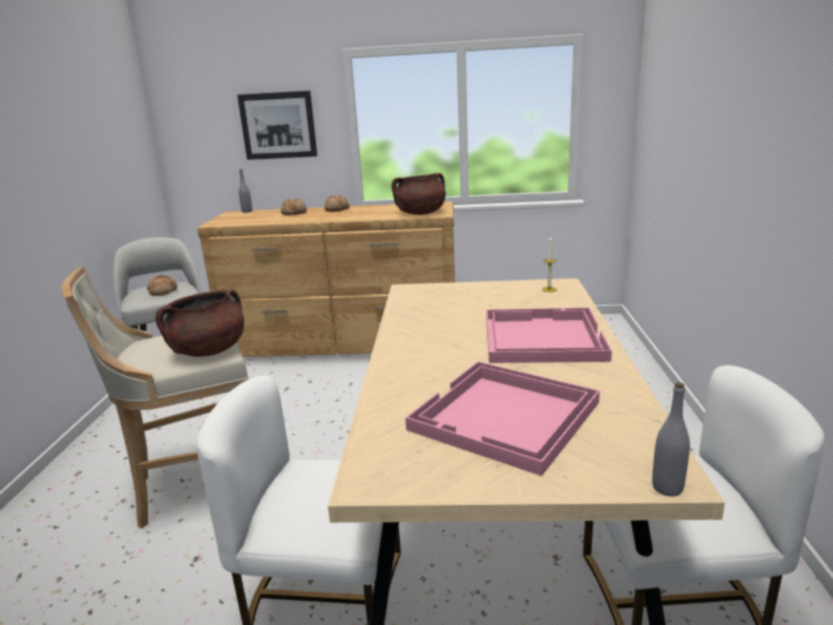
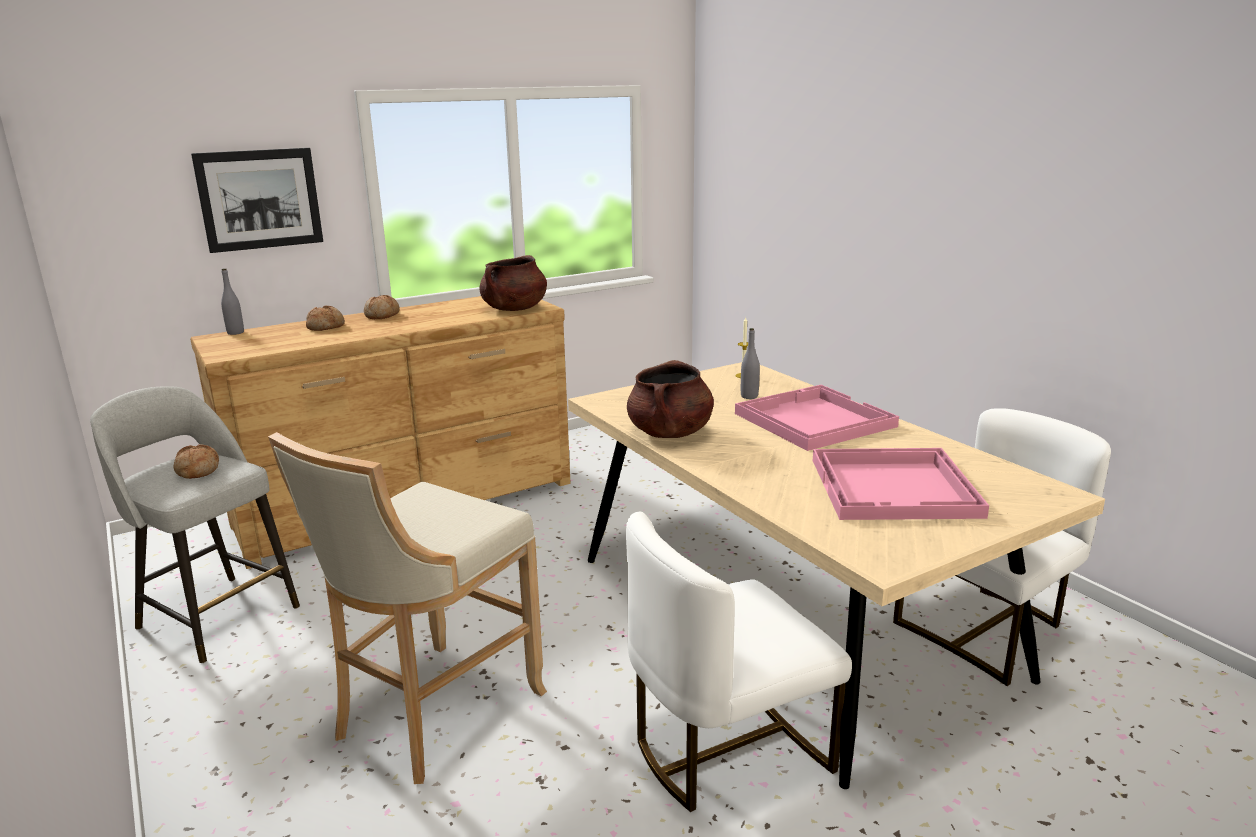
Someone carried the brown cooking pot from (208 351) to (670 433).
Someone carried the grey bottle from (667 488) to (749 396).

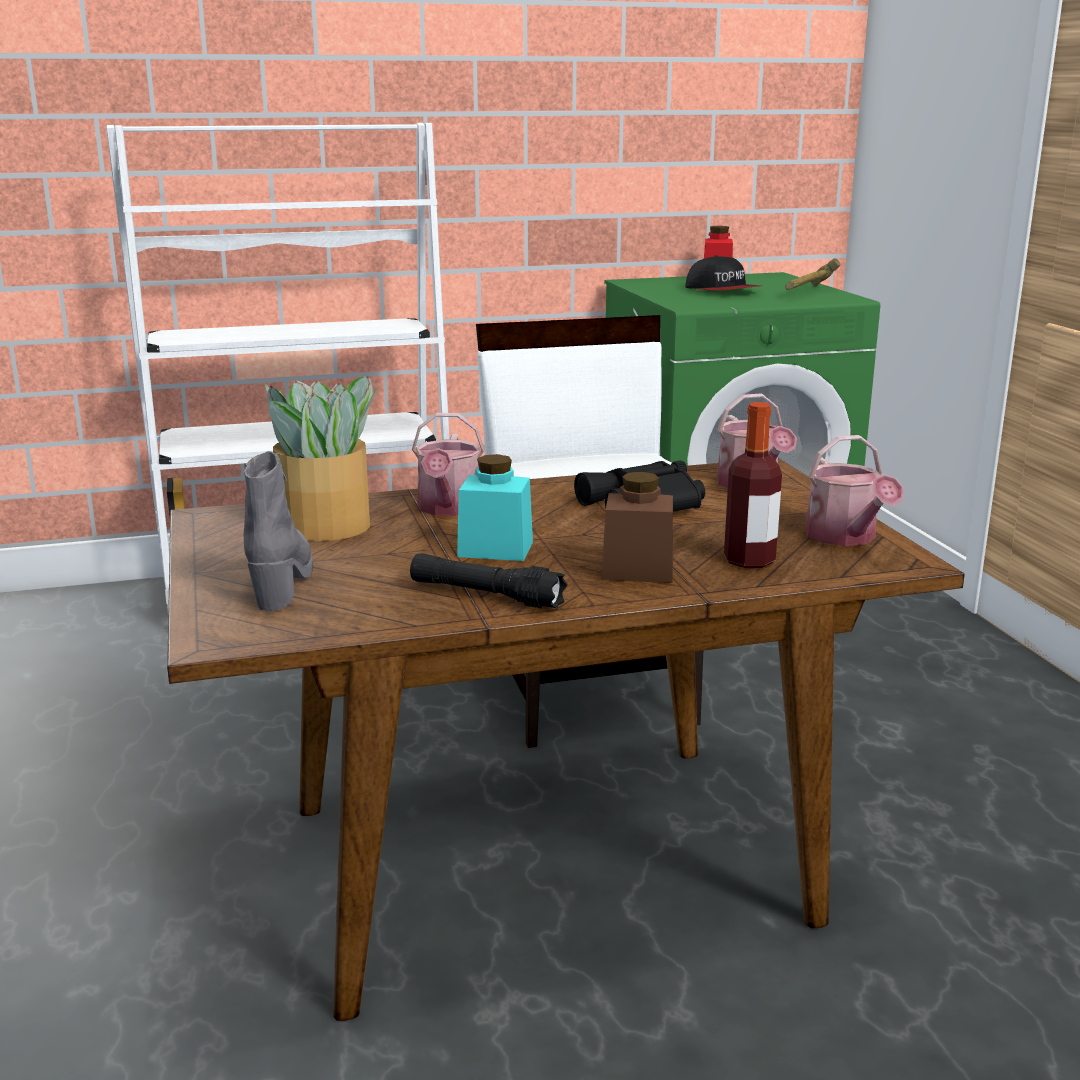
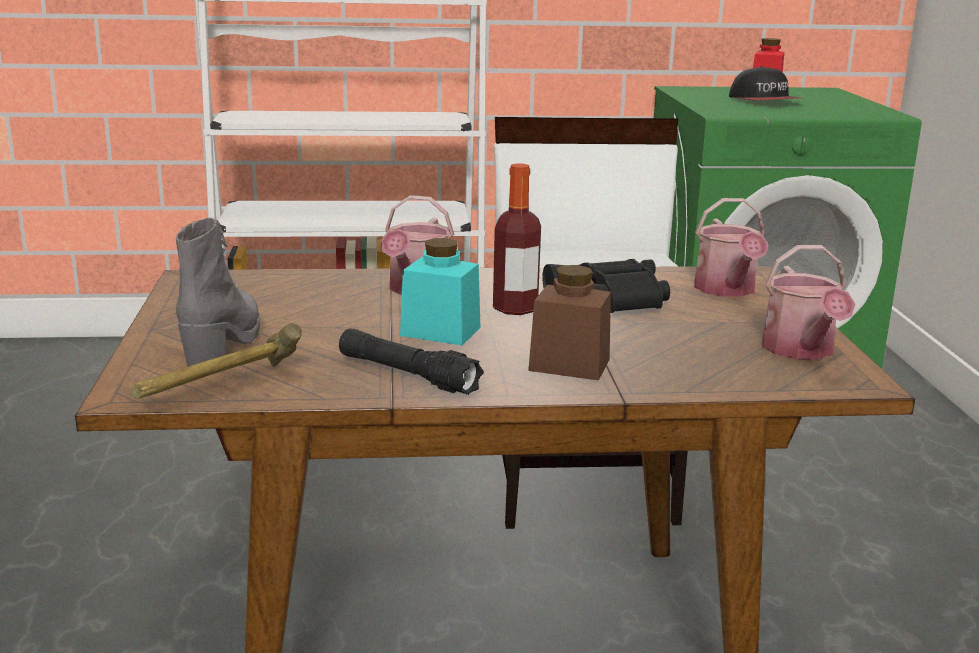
Someone carried the hammer from (807 292) to (220 390).
Someone took away the potted plant at (327 527).
Someone carried the bottle from (749 561) to (515 308).

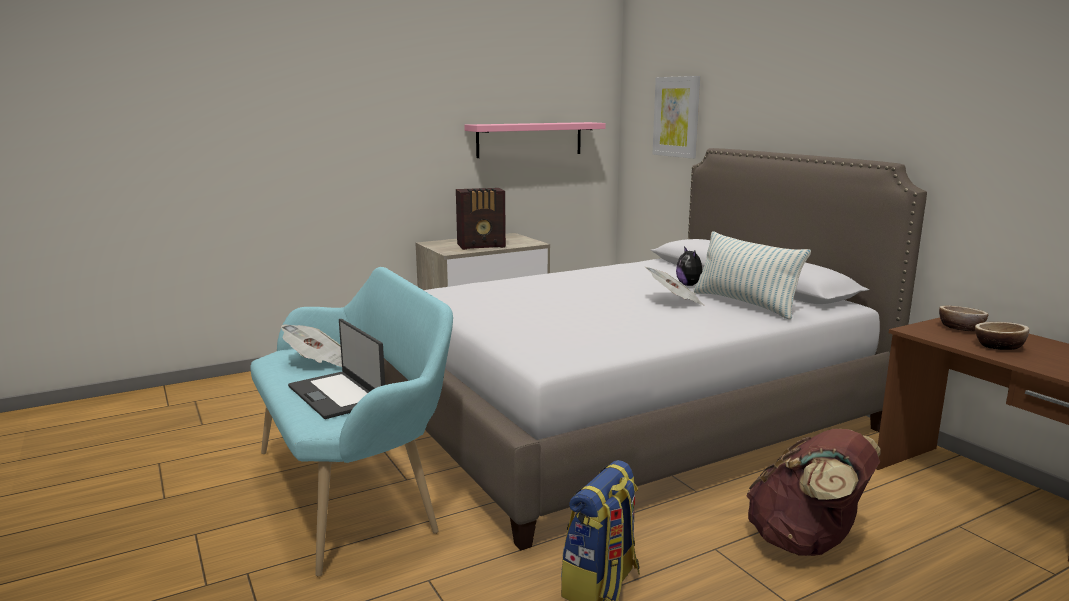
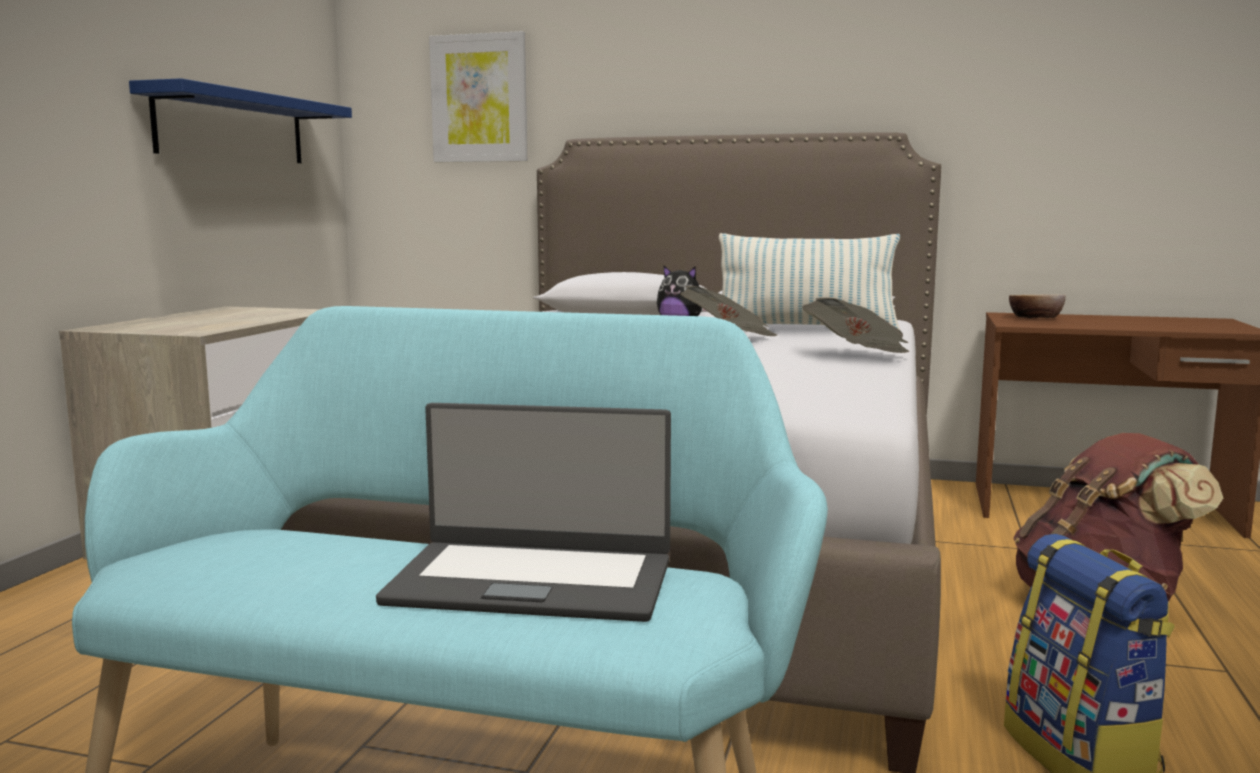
Someone repainted the pink shelf at (530 139), which became the blue shelf at (232 127).
Someone took away the radio at (482 246).
Someone took away the bowl at (999 347).
Someone carried the newspaper from (318 363) to (858 356).

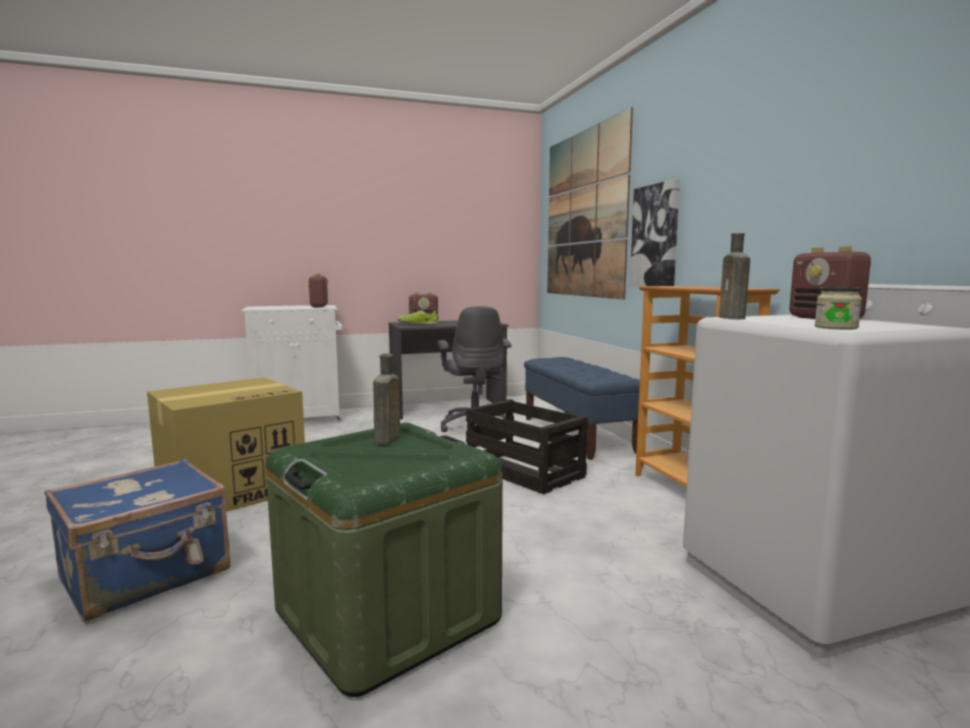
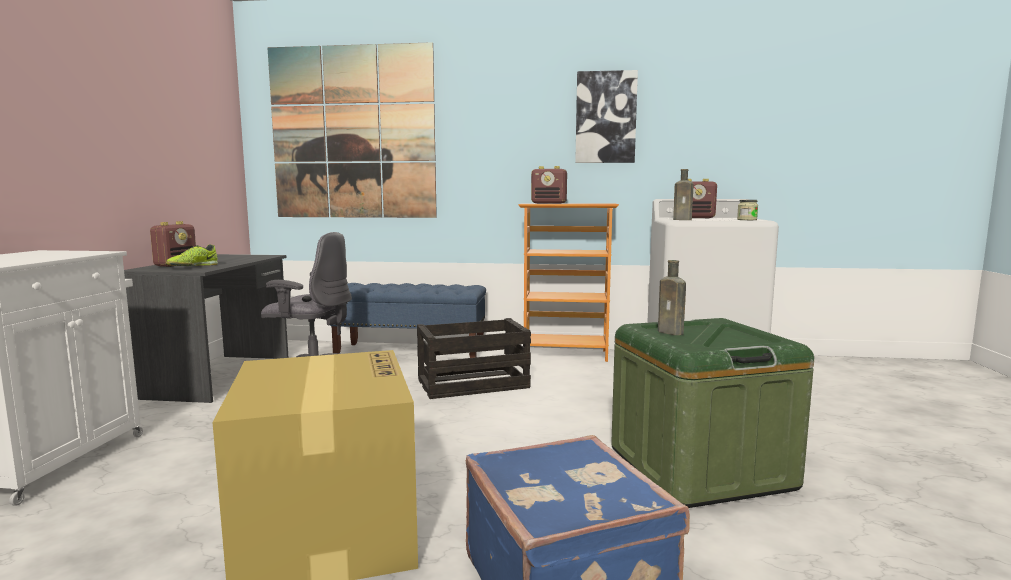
Someone carried the picture from (656 236) to (605 117).
Someone carried the radio from (319 306) to (549 203).

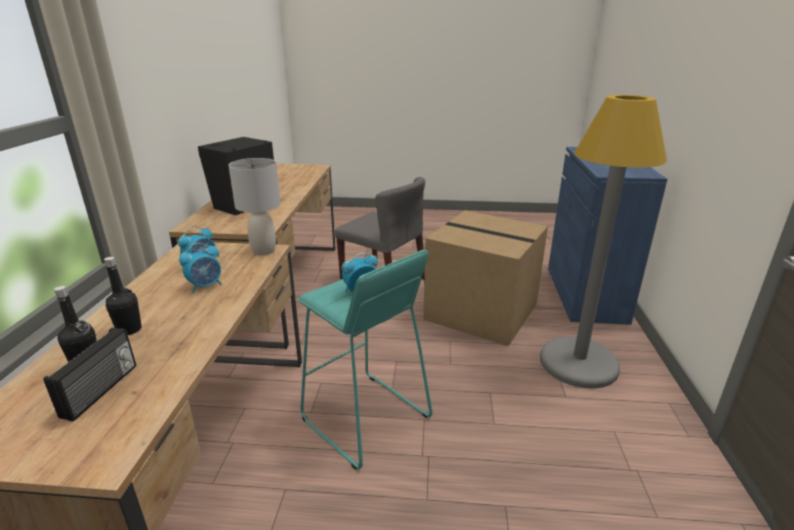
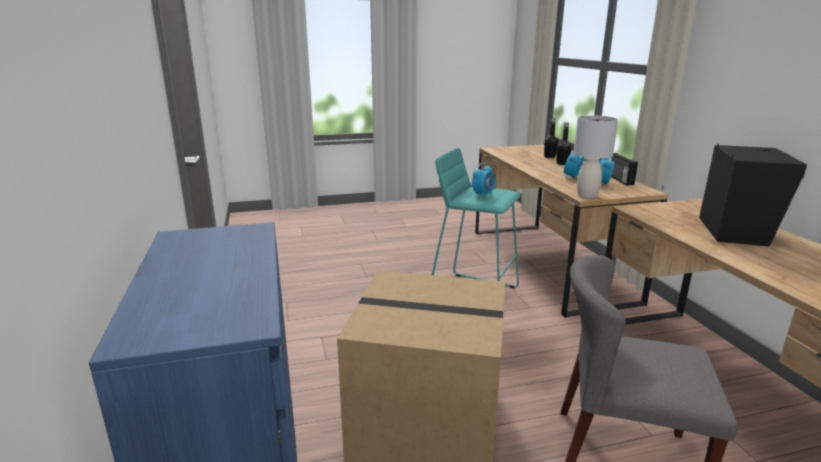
Someone took away the grey floor lamp at (578 363).
Someone carried the radio from (102 390) to (619 179).

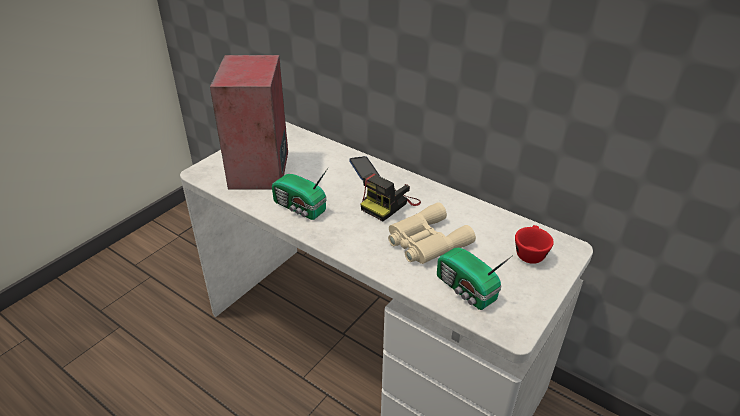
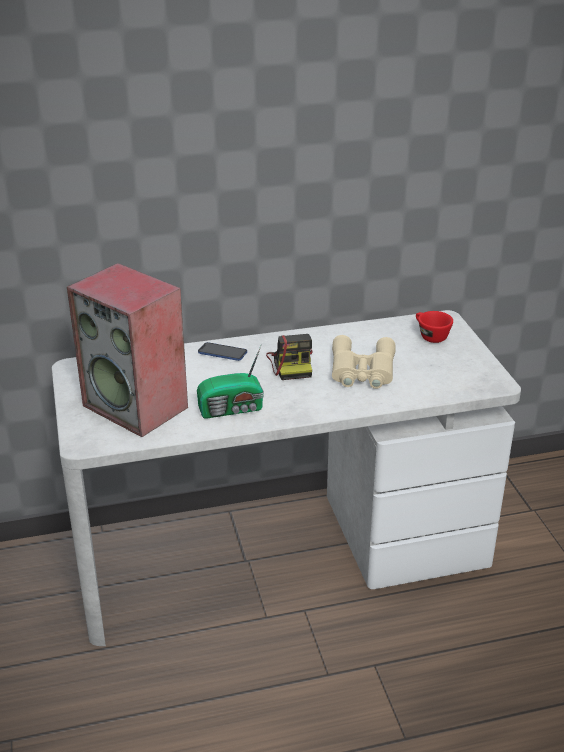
Someone took away the radio at (466 290).

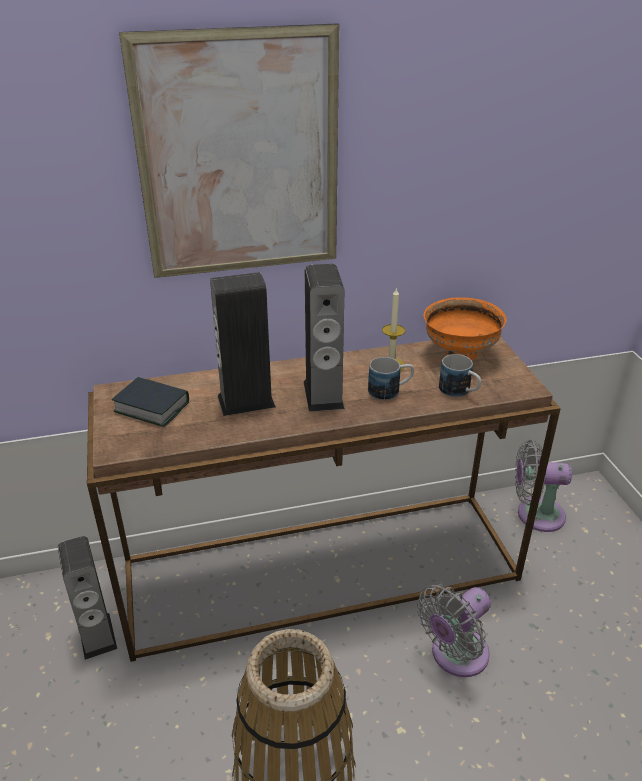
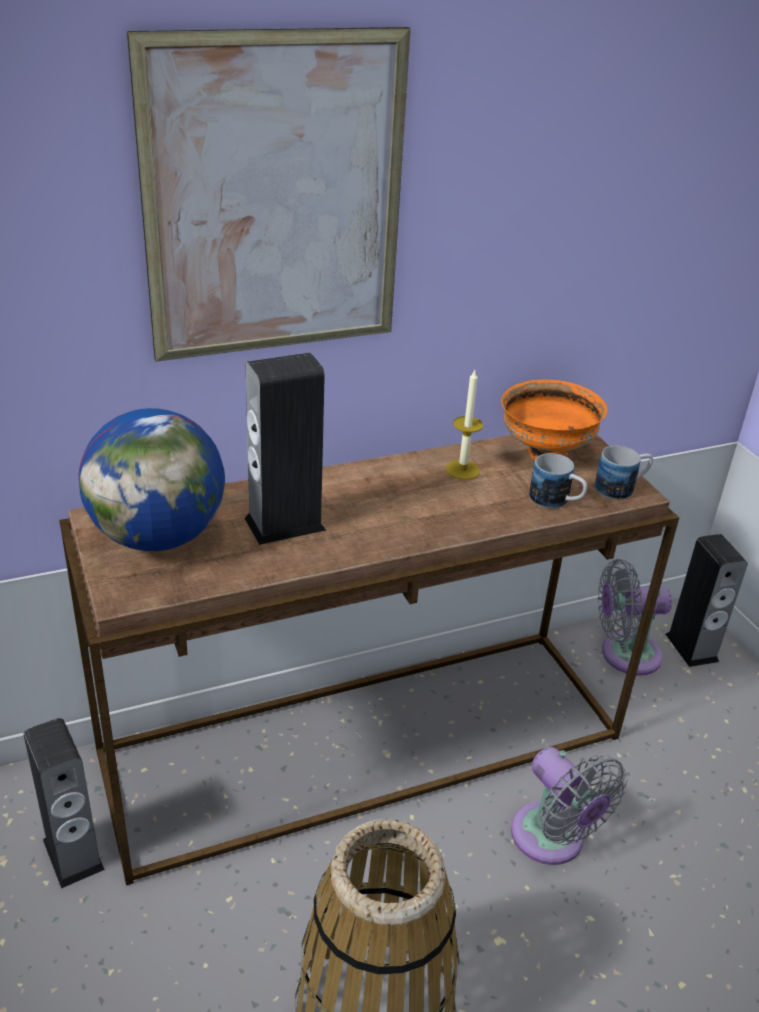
Someone carried the speaker from (323 395) to (691 647).
Someone carried the mug from (390 391) to (621 488).
Someone swapped the book at (152 407) for the globe at (159 537).
Someone rotated the grey fan at (455 656) by 75 degrees counterclockwise.

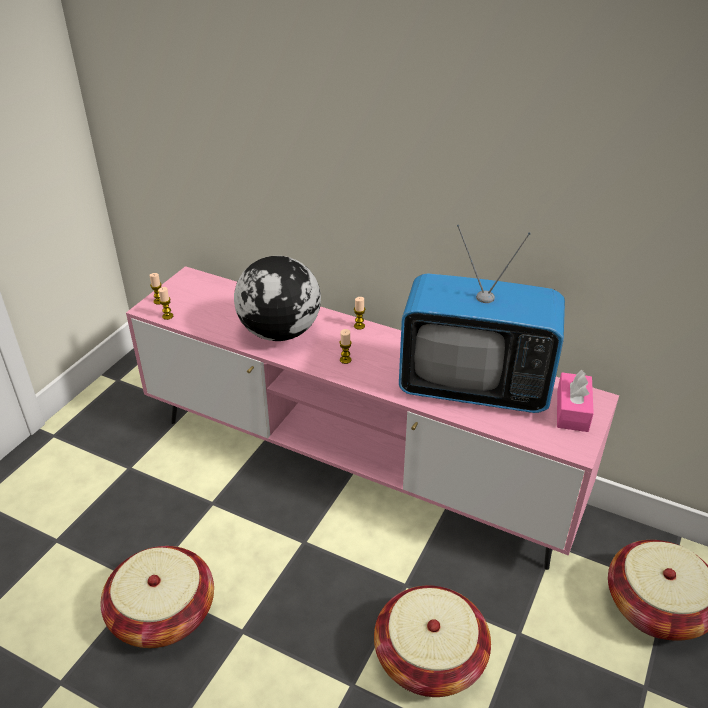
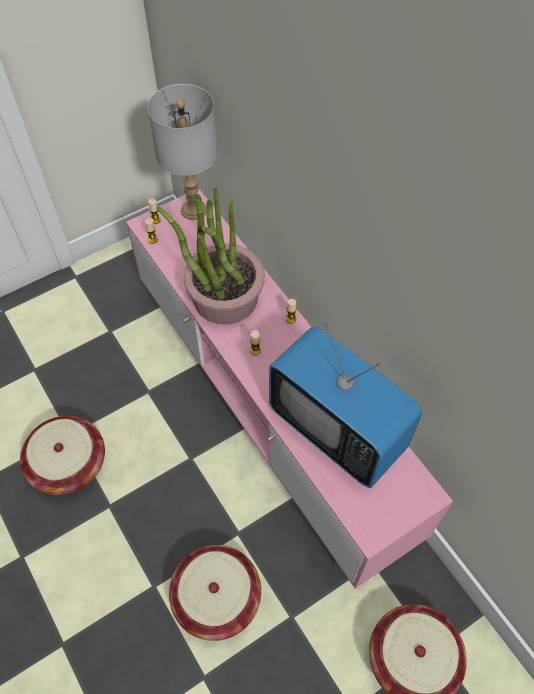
Someone swapped the globe at (280 333) for the potted plant at (224 297).
Someone took away the pink tissue box at (572 411).
Someone put down the grey table lamp at (194 209).

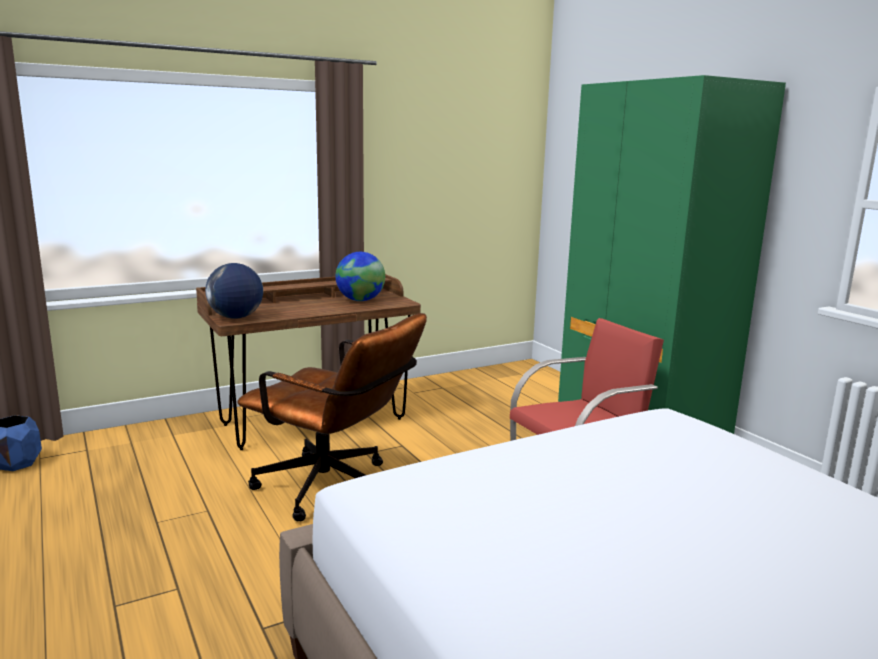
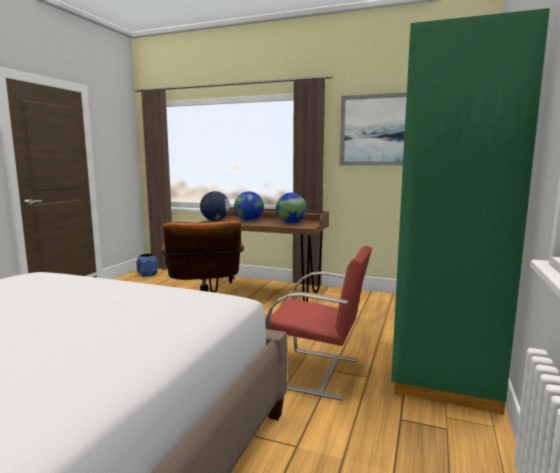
Someone put up the picture at (375 130).
Someone put down the globe at (249 221).

